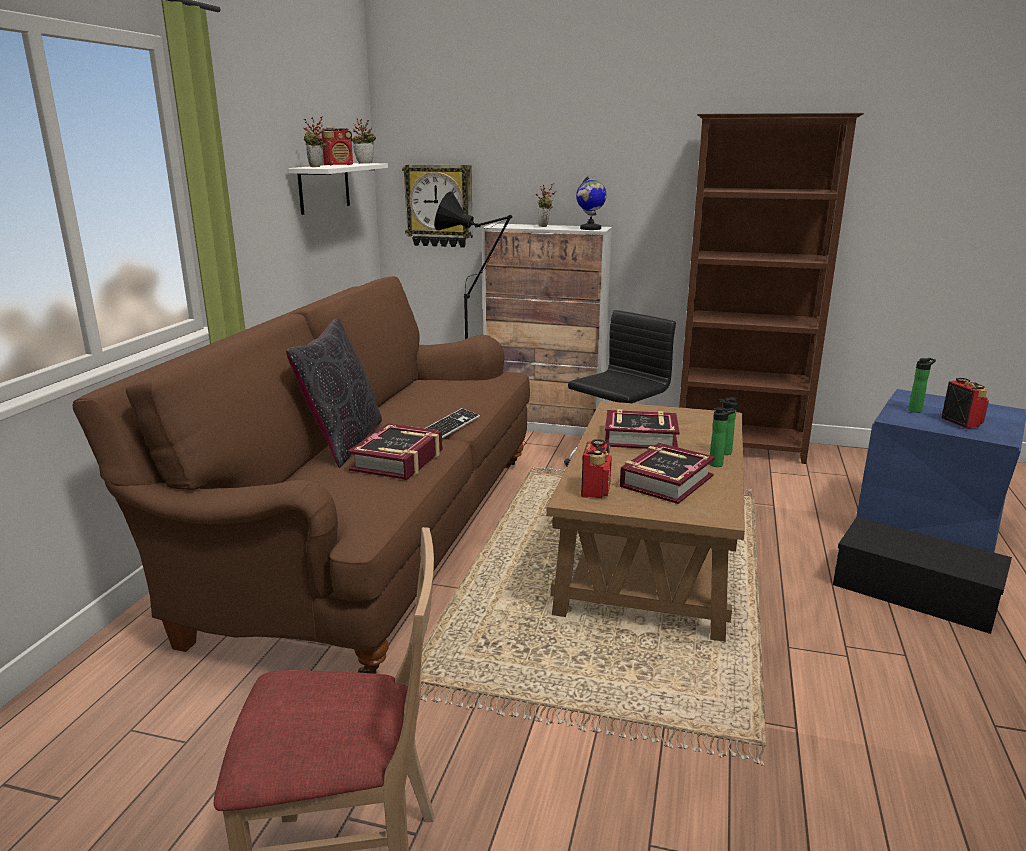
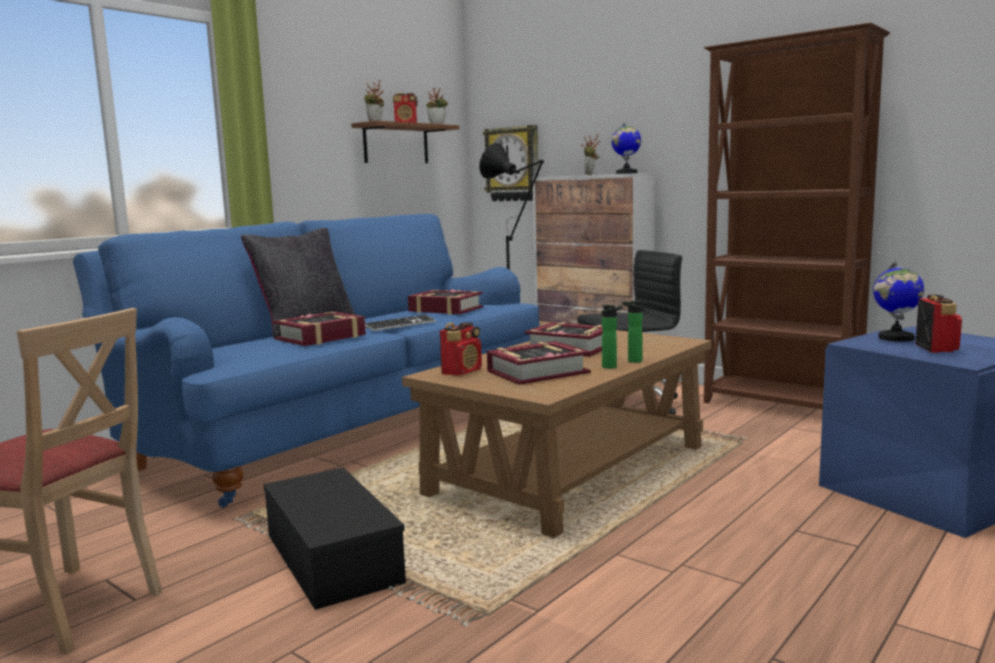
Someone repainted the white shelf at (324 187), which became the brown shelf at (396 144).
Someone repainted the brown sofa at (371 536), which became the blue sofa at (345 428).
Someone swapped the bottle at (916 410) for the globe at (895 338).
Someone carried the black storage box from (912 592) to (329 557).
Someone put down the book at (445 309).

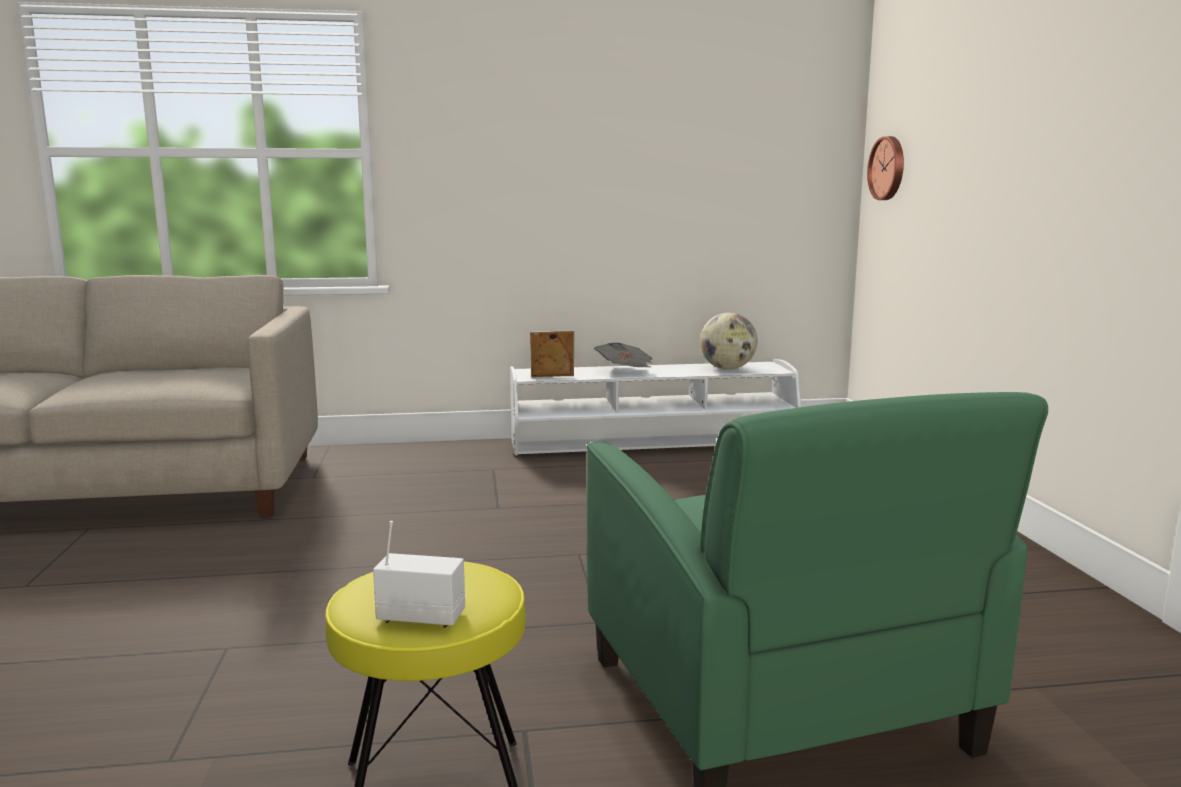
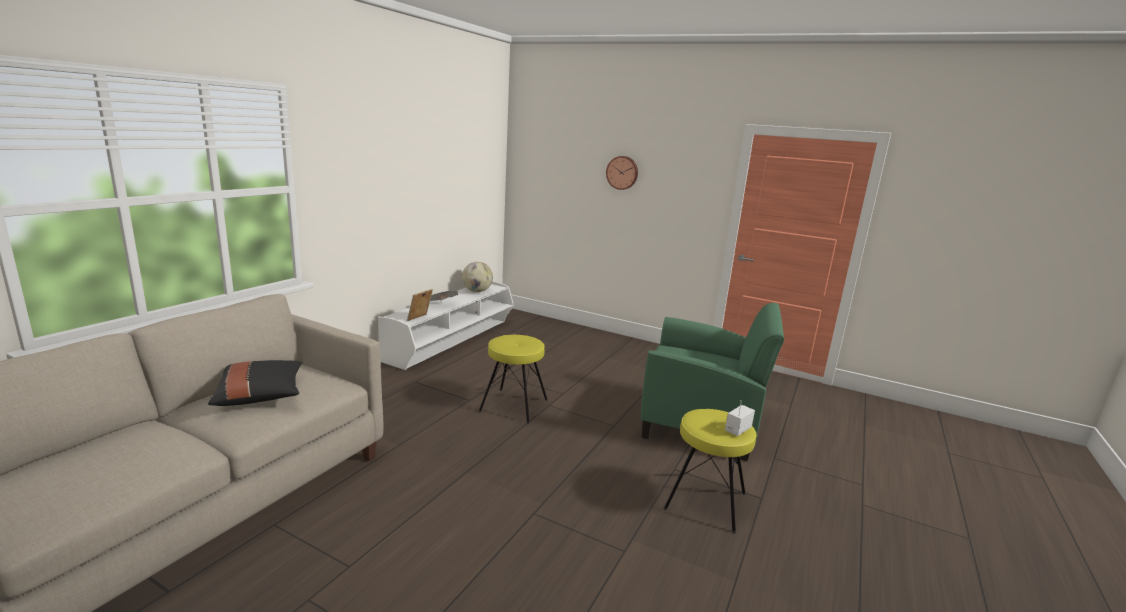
Someone carried the wall clock from (888 168) to (622 172).
Someone put down the yellow stool at (514 405).
Someone put down the black pillow at (260 395).

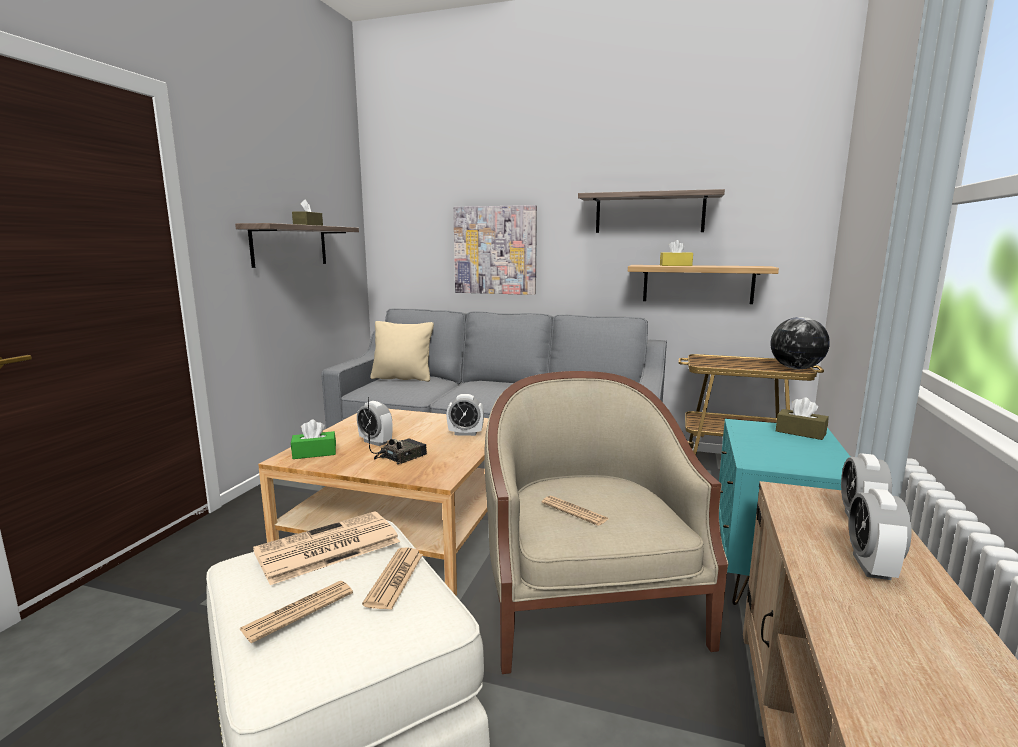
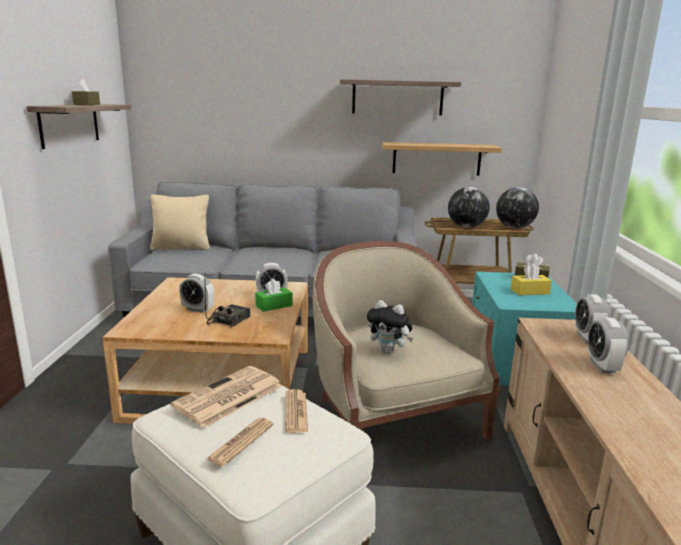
Someone took away the picture at (495 250).
Someone carried the yellow tissue box from (675 265) to (529 291).
Someone carried the green tissue box from (314 453) to (274 306).
Someone swapped the newspaper at (574 511) for the plush toy at (389 351).
Someone put down the globe at (466 227).

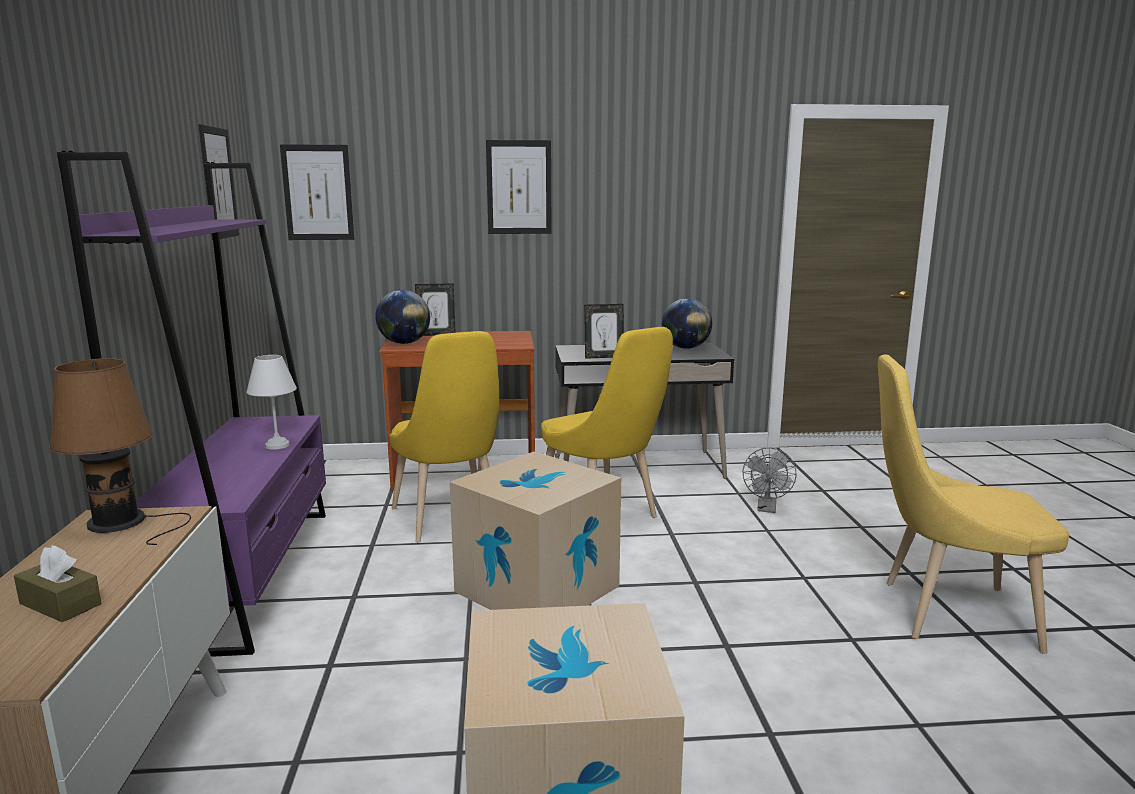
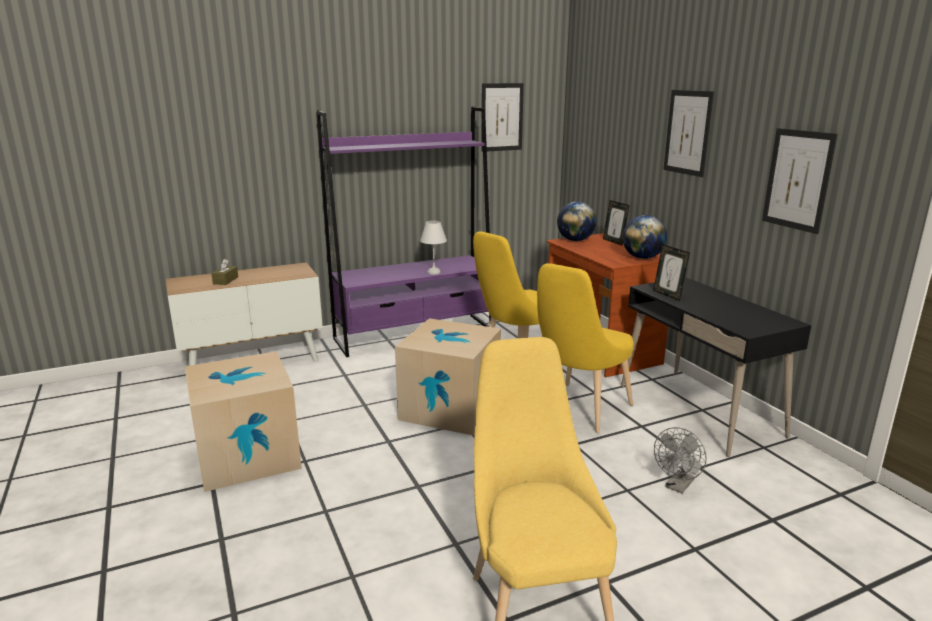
Someone carried the picture from (318 193) to (798 180).
Someone carried the globe from (685 348) to (642 258).
Someone took away the brown table lamp at (122 522).
Someone rotated the grey fan at (767 509) by 45 degrees counterclockwise.

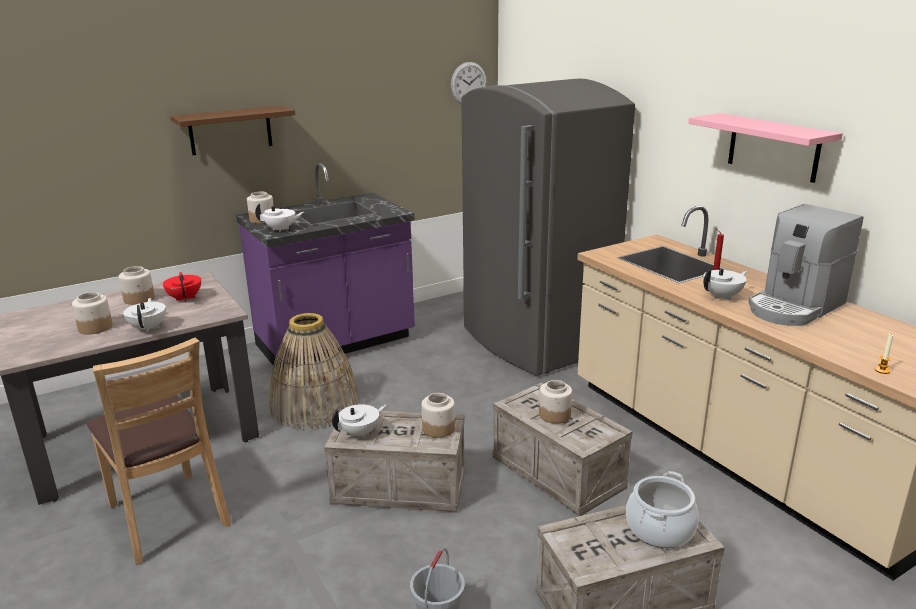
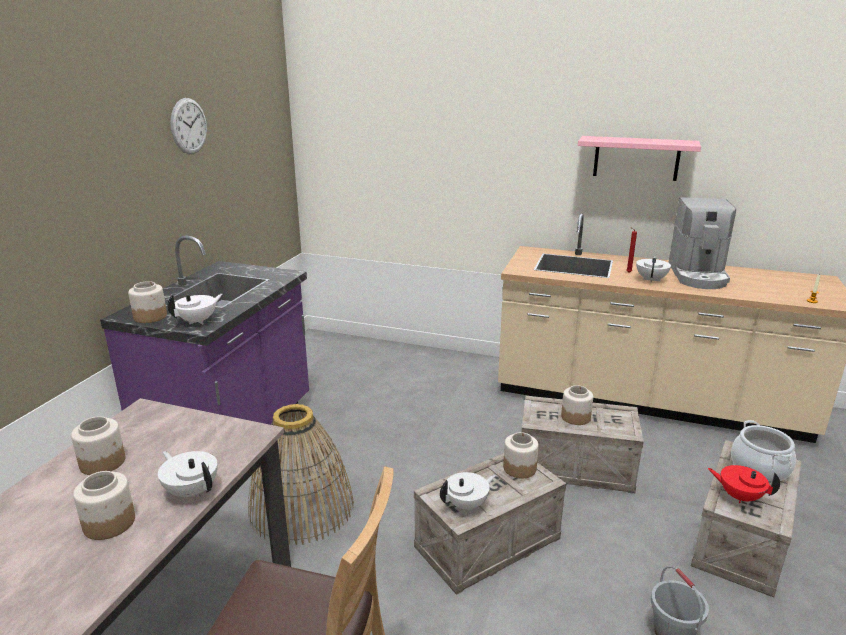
Someone carried the wall clock from (468 84) to (189 126).
Someone took away the grey fridge at (535 341).
Someone took away the brown shelf at (230 130).
Someone carried the red teapot from (185 298) to (739 496).
Someone rotated the white teapot at (360 433) by 45 degrees clockwise.

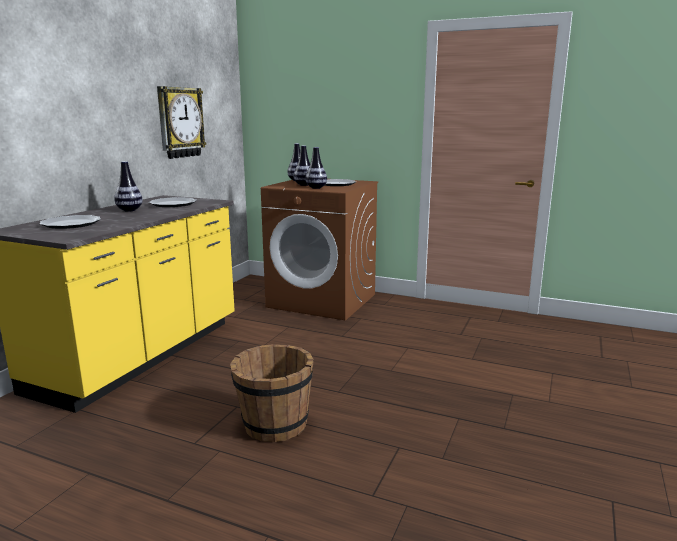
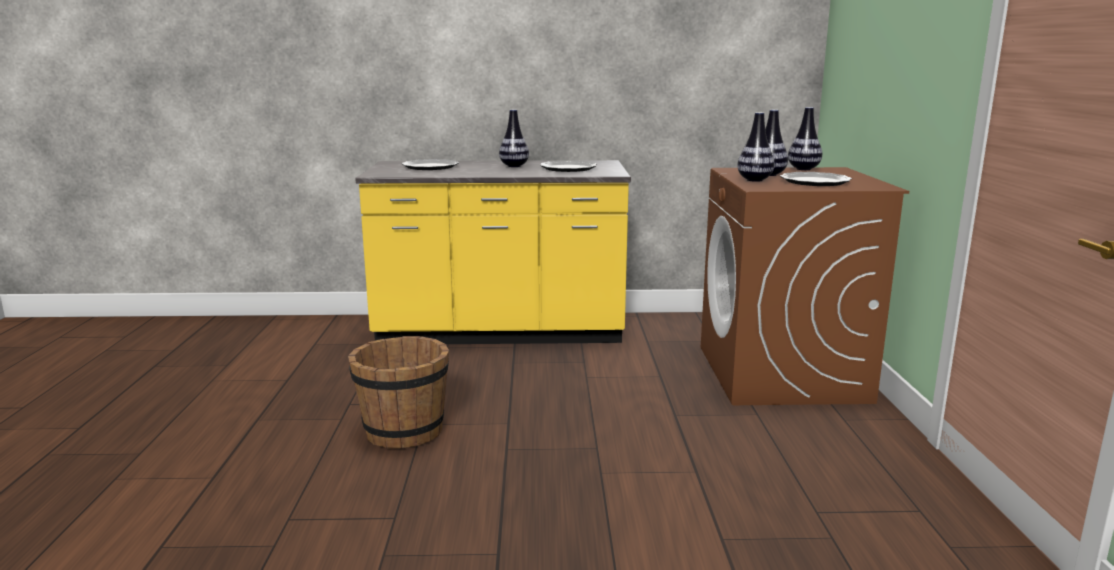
Someone took away the wall clock at (180 122).

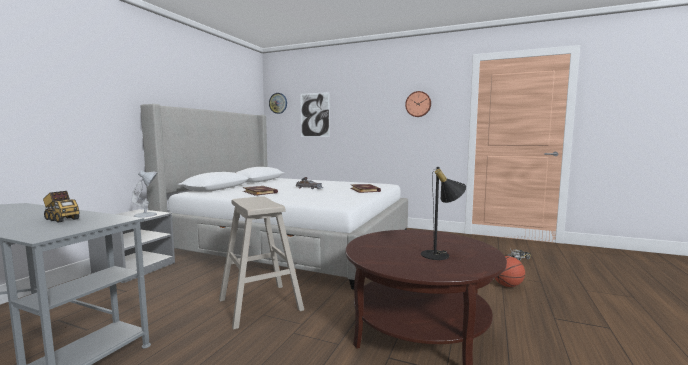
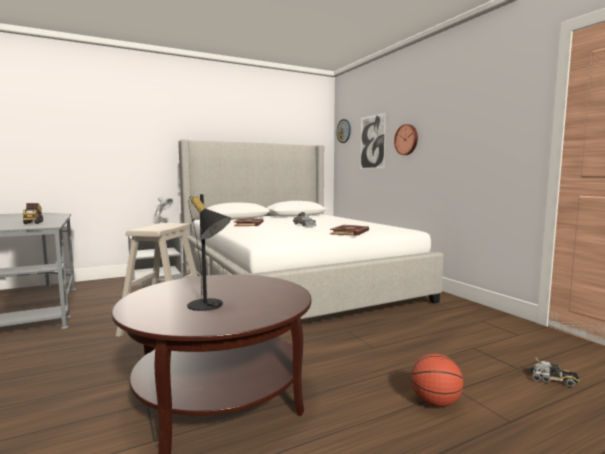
Someone carried the wall clock from (418 104) to (406 139).

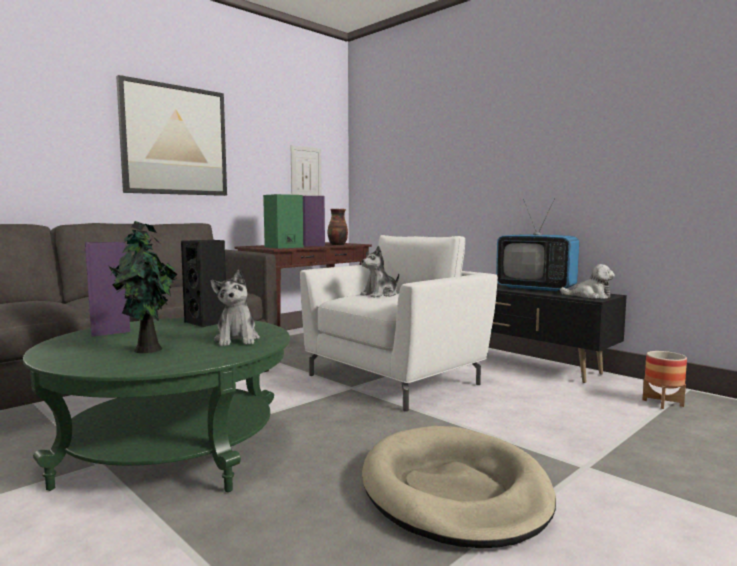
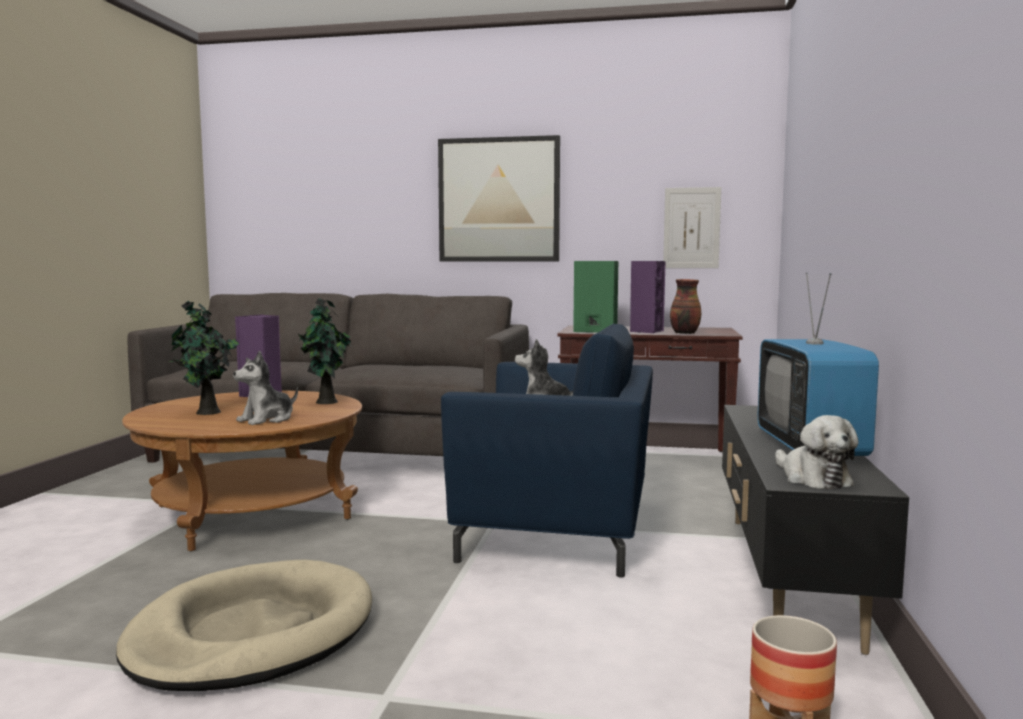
Someone repainted the white armchair at (396 379), which became the blue armchair at (559 532).
Someone swapped the black speaker at (207 322) for the potted plant at (327 402).
Someone repainted the green coffee table at (172 450), which became the brown coffee table at (253 512).

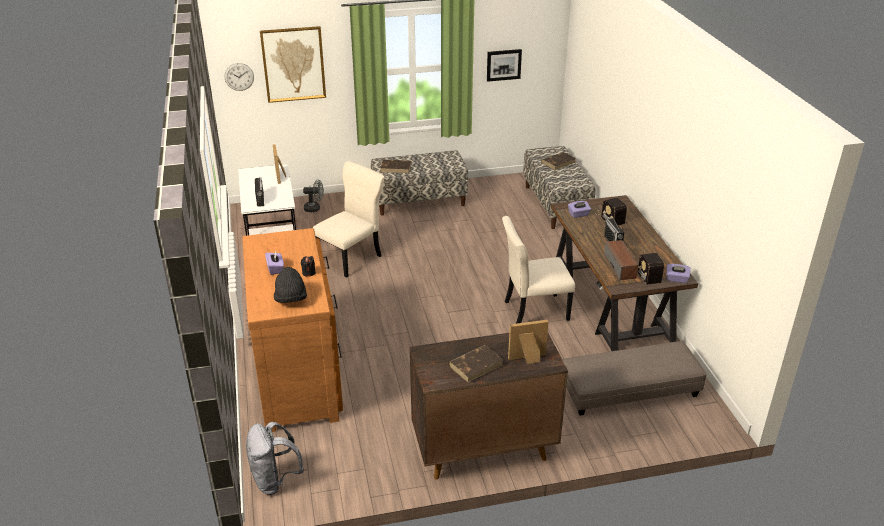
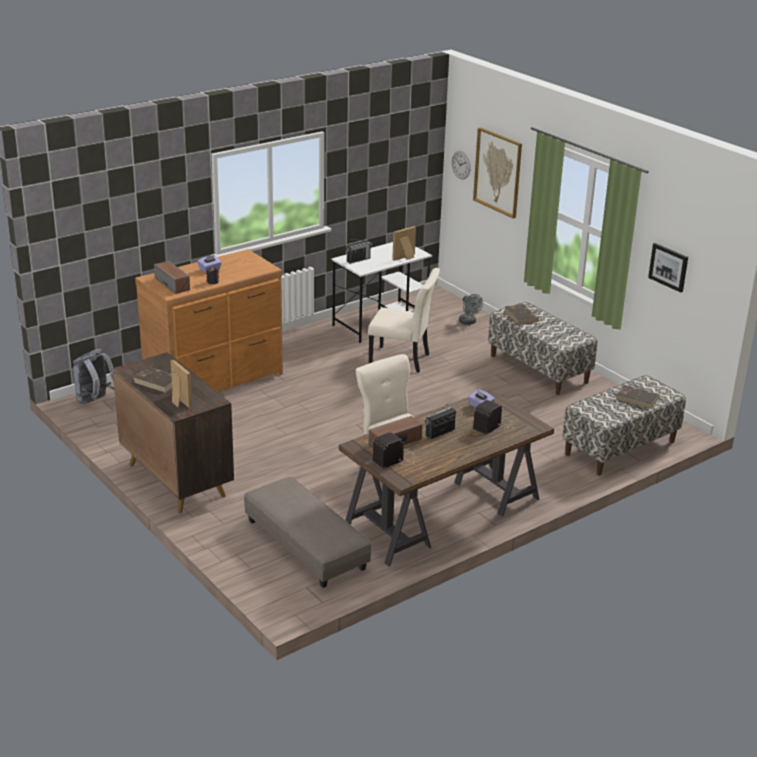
Someone took away the purple tissue box at (676 279).
Someone swapped the black hat at (291 299) for the speaker at (172 284).

